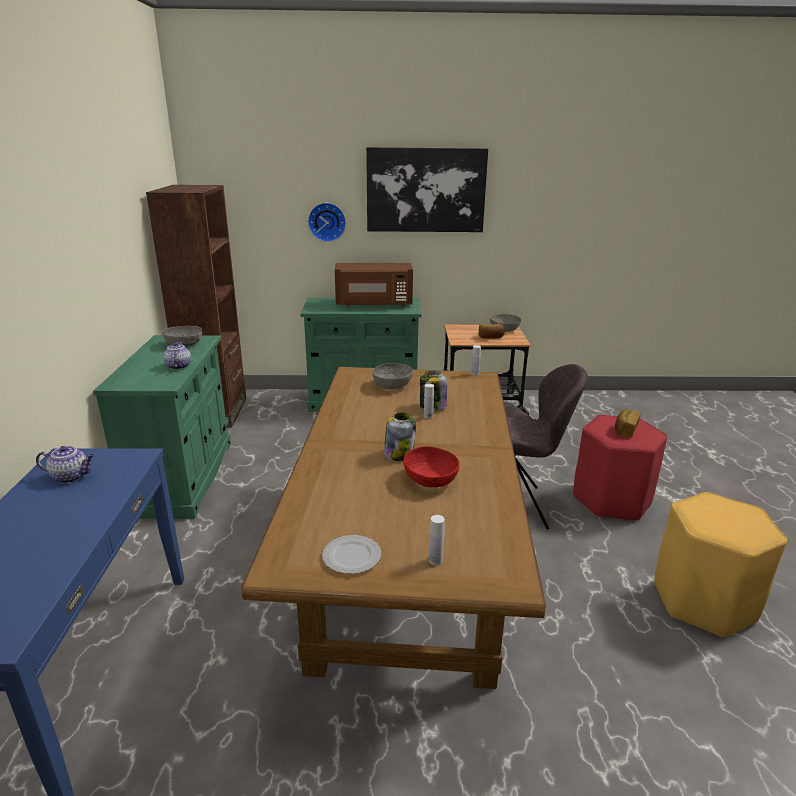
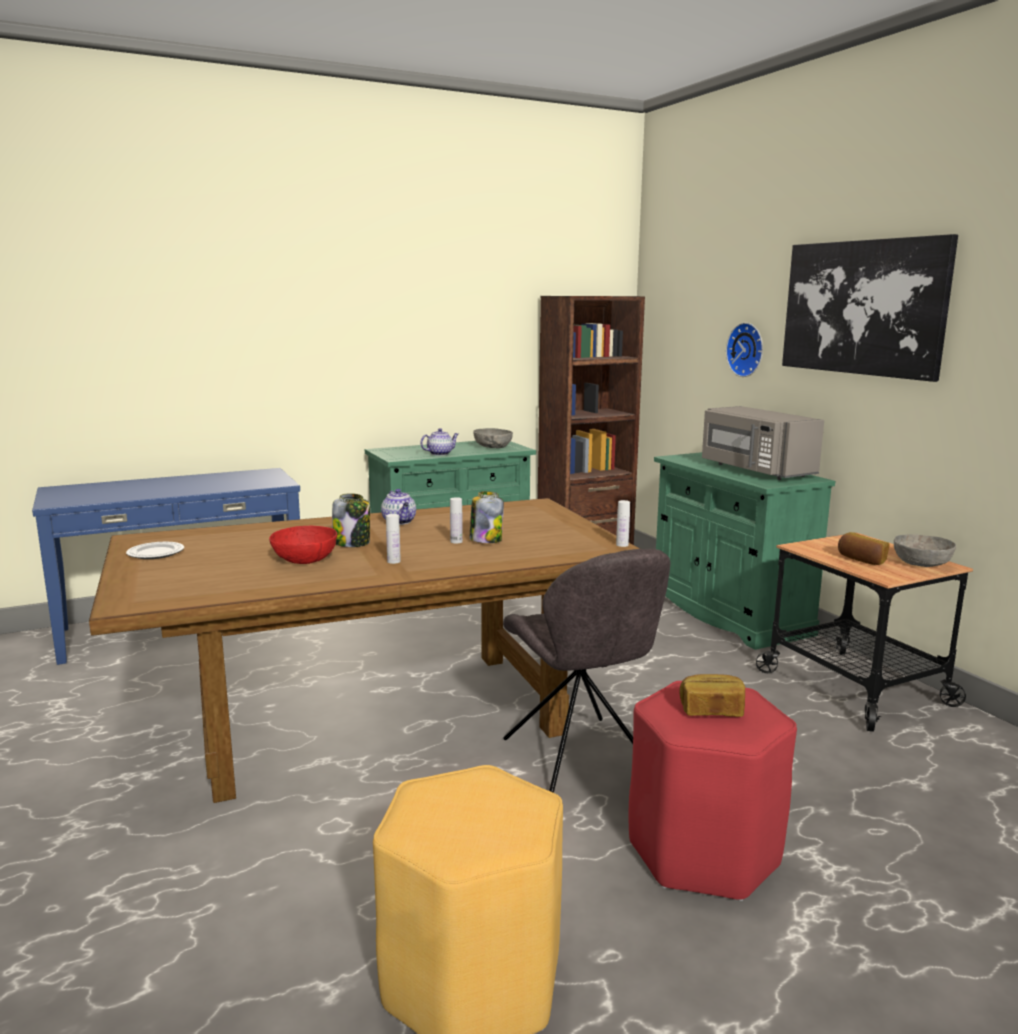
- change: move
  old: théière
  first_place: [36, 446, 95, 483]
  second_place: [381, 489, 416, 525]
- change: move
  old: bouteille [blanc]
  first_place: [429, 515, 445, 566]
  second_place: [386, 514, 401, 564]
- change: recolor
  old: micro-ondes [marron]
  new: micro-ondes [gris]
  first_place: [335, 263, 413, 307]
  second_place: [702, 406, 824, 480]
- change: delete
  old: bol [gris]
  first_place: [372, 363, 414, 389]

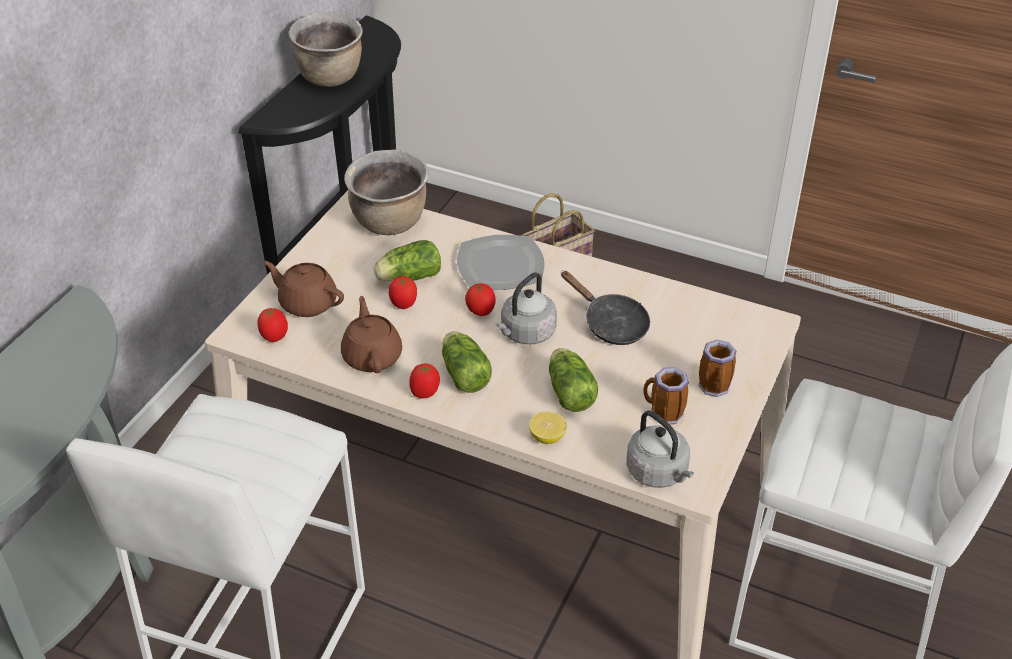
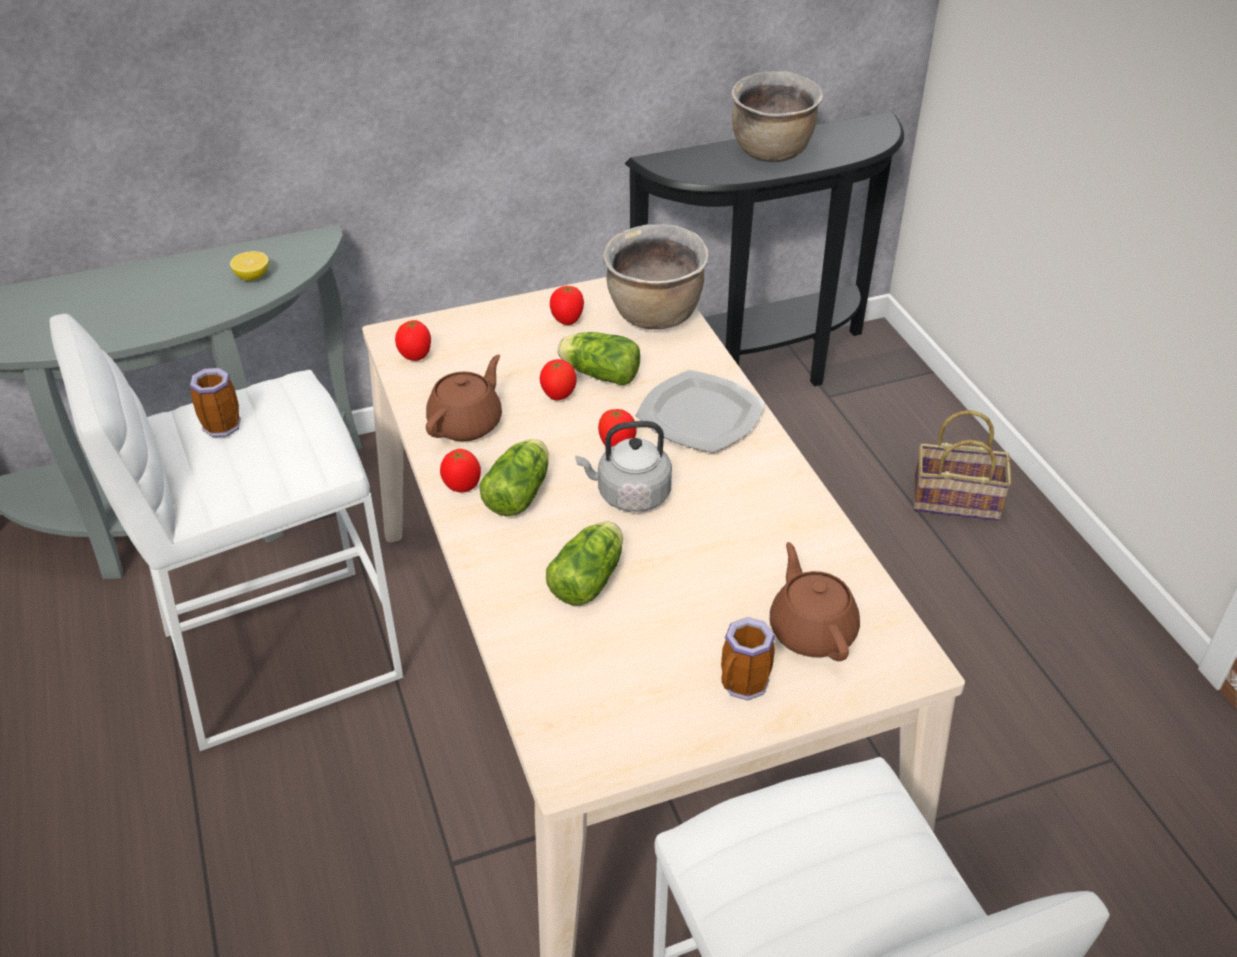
- change: move
  old: mug
  first_place: [643, 367, 689, 424]
  second_place: [190, 368, 241, 437]
- change: move
  old: citron
  first_place: [529, 411, 567, 444]
  second_place: [230, 251, 269, 281]
- change: insert
  new: tomate
  second_place: [550, 285, 584, 325]
- change: move
  old: théière [marron]
  first_place: [263, 261, 344, 317]
  second_place: [770, 542, 860, 661]
- change: delete
  old: poêle [noir]
  first_place: [561, 271, 650, 345]
- change: delete
  old: bouilloire [gris]
  first_place: [626, 411, 694, 488]

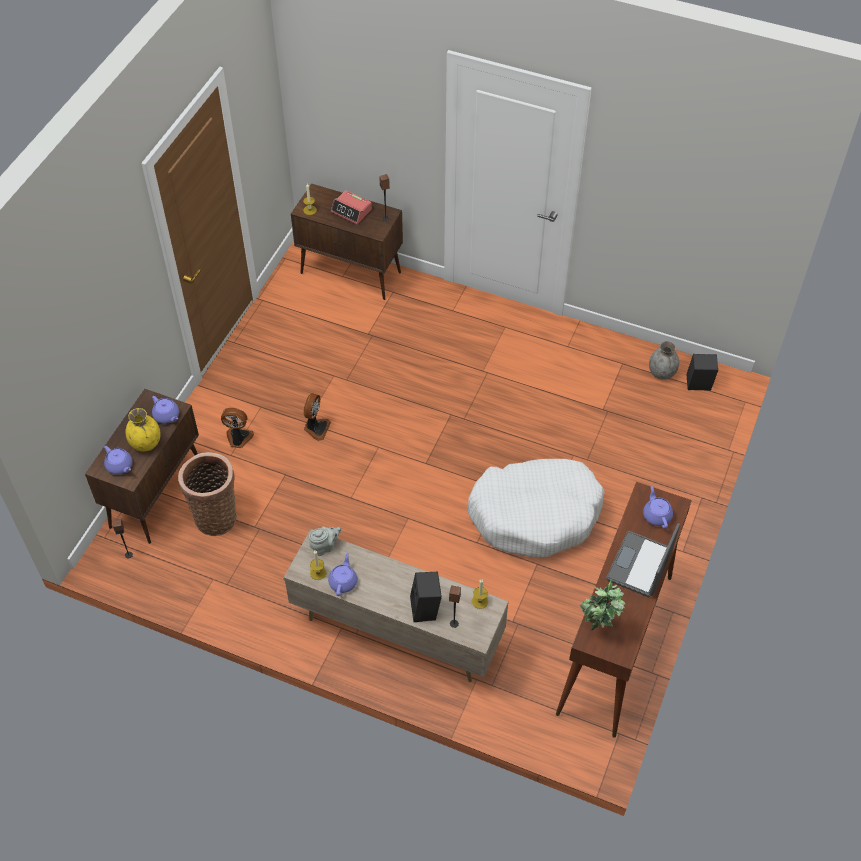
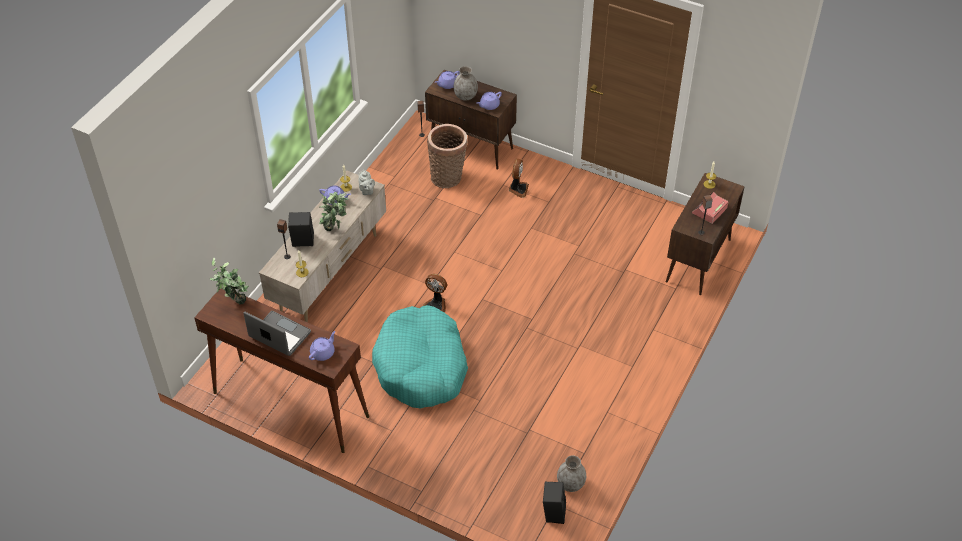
- change: rotate
  old: théière [violet]
  first_place: [643, 486, 673, 529]
  second_place: [309, 331, 335, 361]
  degrees: -45
- change: insert
  new: plante en pot
  second_place: [319, 192, 349, 231]
- change: recolor
  old: panier pour chien [blanc]
  new: panier pour chien [turquoise]
  first_place: [468, 459, 604, 557]
  second_place: [372, 305, 468, 408]
- change: move
  old: ventilateur
  first_place: [303, 393, 331, 441]
  second_place: [423, 274, 447, 313]
- change: recolor
  old: vase [jaune]
  new: vase [gris]
  first_place: [126, 408, 161, 452]
  second_place: [454, 66, 478, 101]

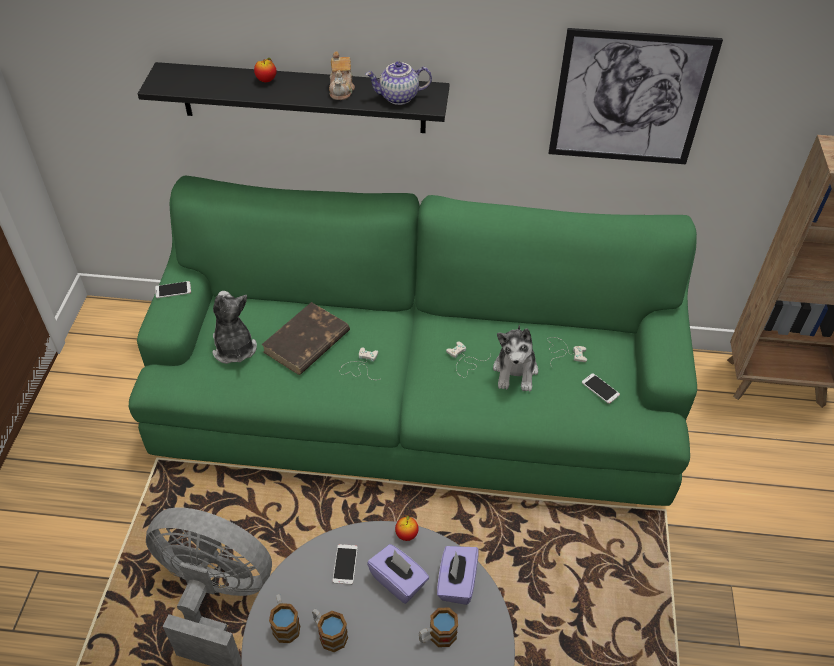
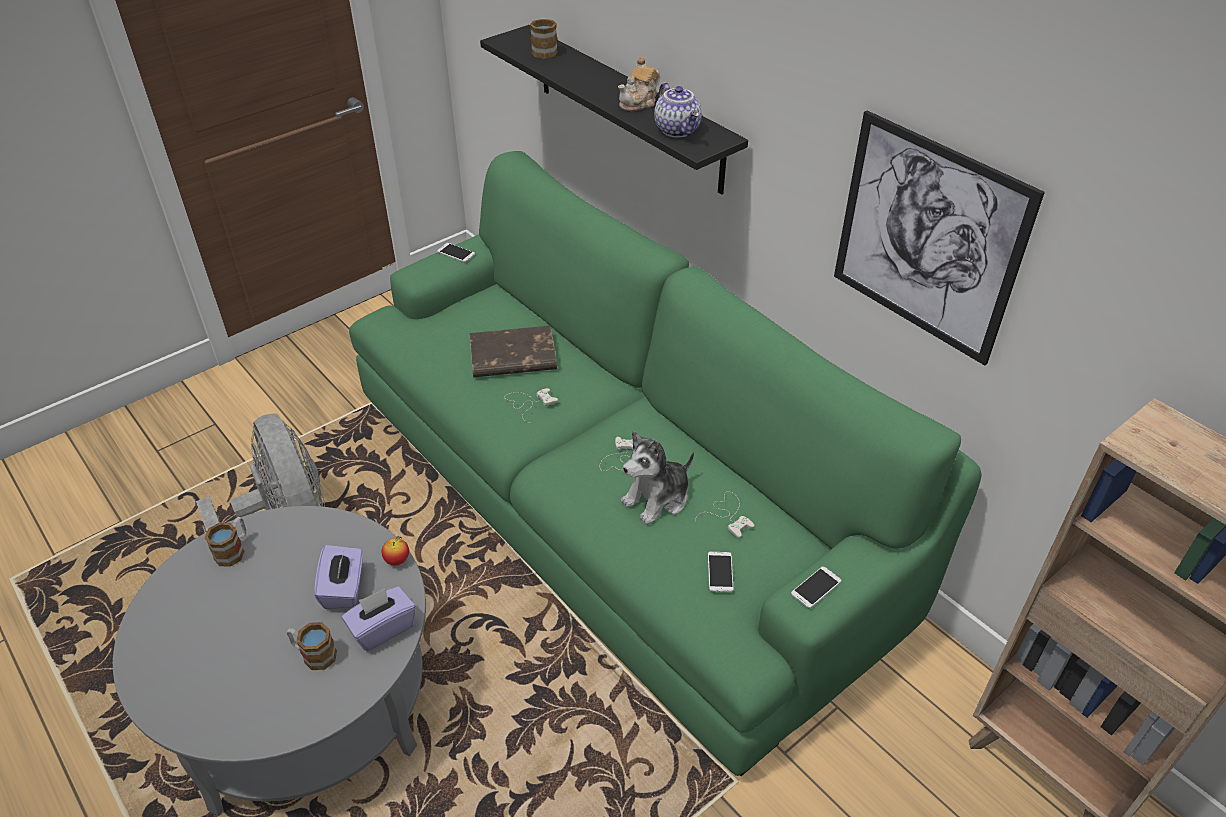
- change: move
  old: mug
  first_place: [312, 609, 348, 652]
  second_place: [530, 18, 558, 59]
- change: rotate
  old: théière
  first_place: [365, 61, 432, 105]
  second_place: [654, 82, 702, 138]
  degrees: -150
- change: move
  old: téléphone
  first_place: [332, 544, 358, 585]
  second_place: [791, 566, 842, 608]
- change: delete
  old: peluche
  first_place: [212, 291, 257, 364]
- change: delete
  old: pomme
  first_place: [254, 58, 277, 82]

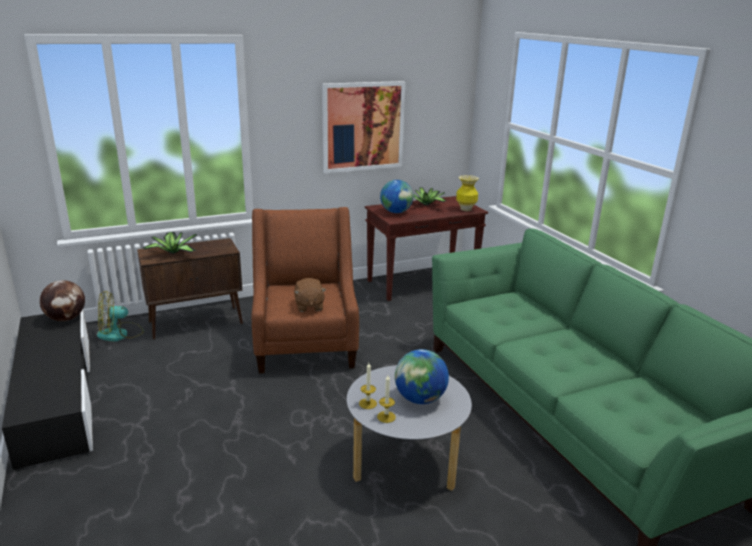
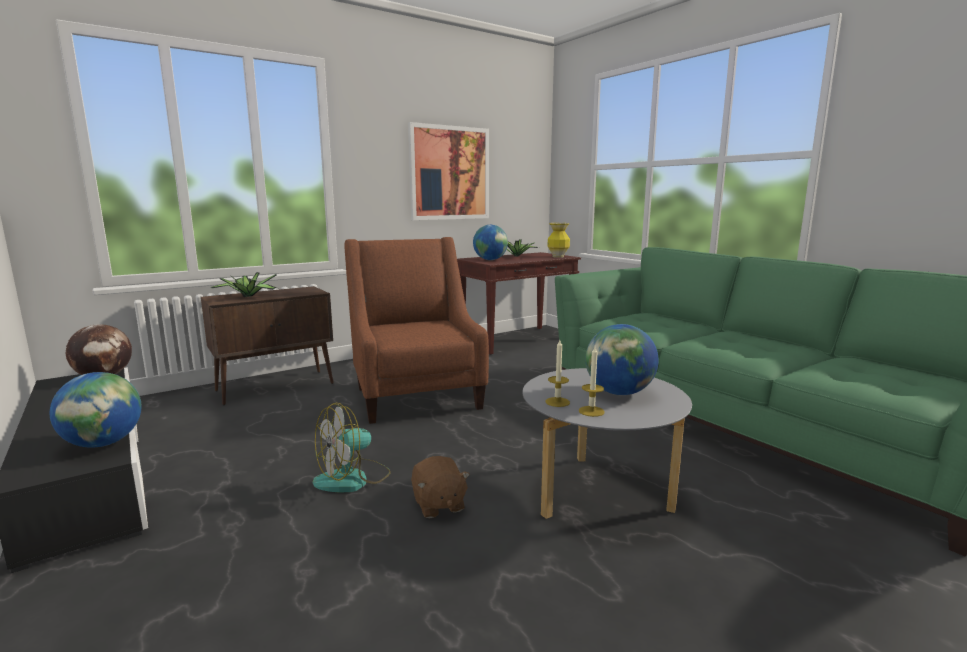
- change: insert
  new: globe
  second_place: [50, 372, 141, 448]
- change: move
  old: ventilateur
  first_place: [97, 291, 144, 341]
  second_place: [313, 402, 391, 493]
- change: move
  old: peluche [marron]
  first_place: [294, 278, 326, 312]
  second_place: [411, 456, 470, 518]

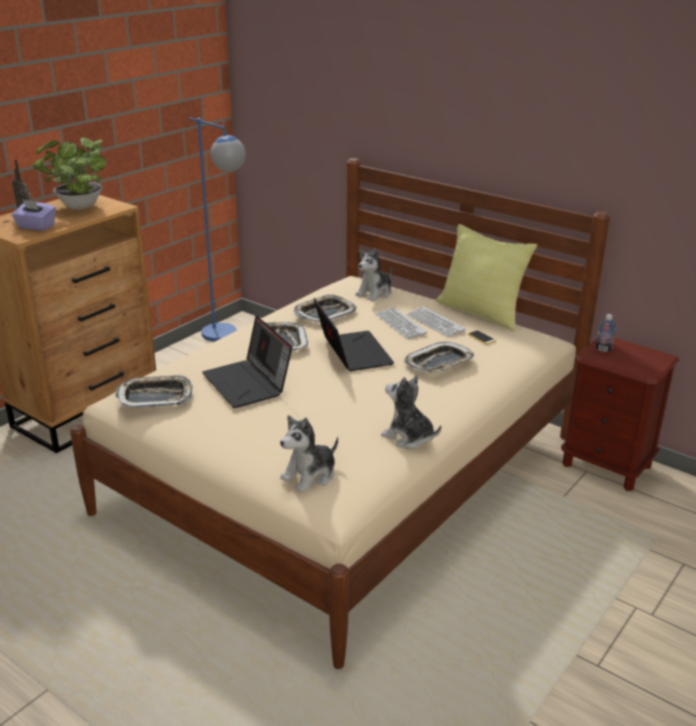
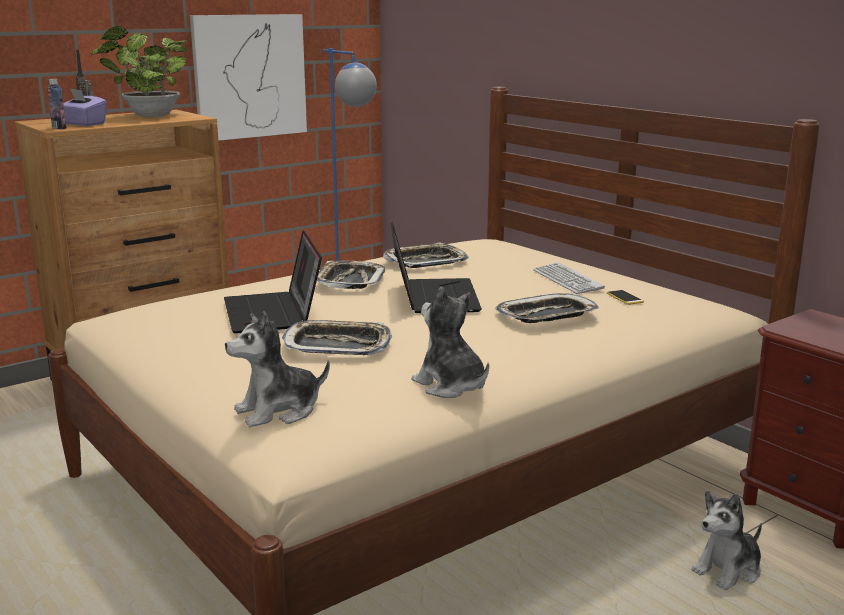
- change: move
  old: bouteille
  first_place: [596, 314, 616, 352]
  second_place: [47, 79, 67, 129]
- change: insert
  new: tableau
  second_place: [190, 14, 307, 141]
- change: move
  old: plateau
  first_place: [116, 375, 193, 408]
  second_place: [282, 320, 392, 355]
- change: move
  old: peluche
  first_place: [356, 248, 392, 301]
  second_place: [691, 490, 762, 590]
- change: delete
  old: clavier
  first_place: [376, 307, 427, 339]
- change: delete
  old: coussin [jaune]
  first_place: [436, 224, 538, 331]

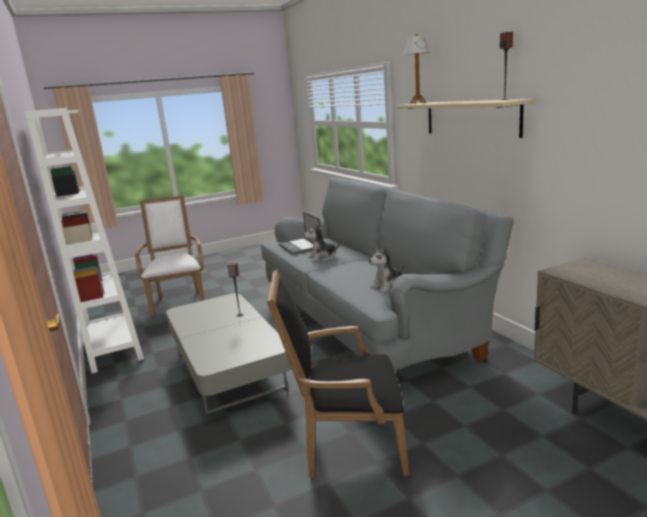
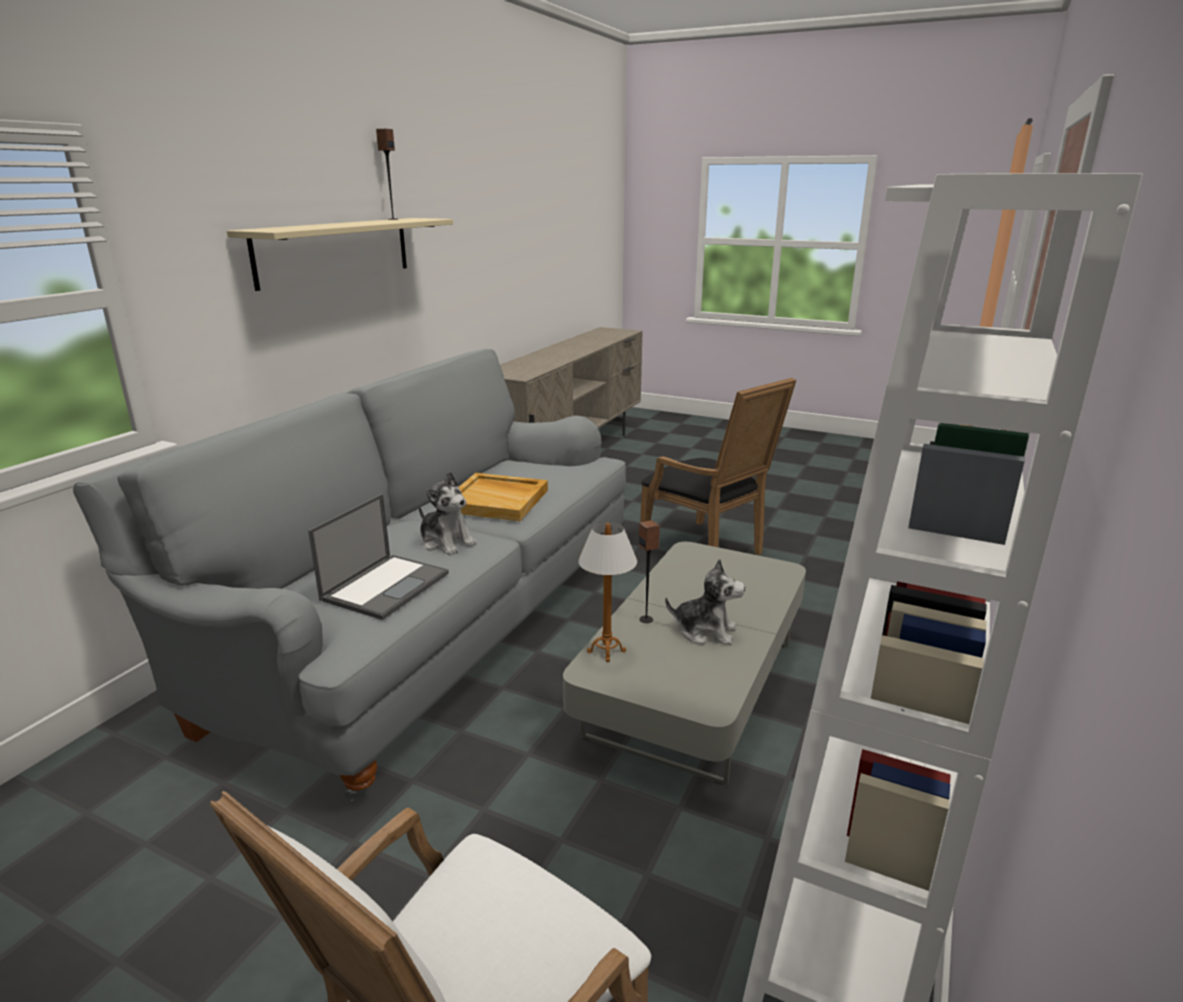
- change: insert
  new: plateau [beige]
  second_place: [459, 473, 548, 521]
- change: move
  old: lampe de table
  first_place: [404, 34, 430, 104]
  second_place: [578, 522, 637, 662]
- change: move
  old: peluche
  first_place: [369, 245, 405, 293]
  second_place: [665, 559, 745, 645]

